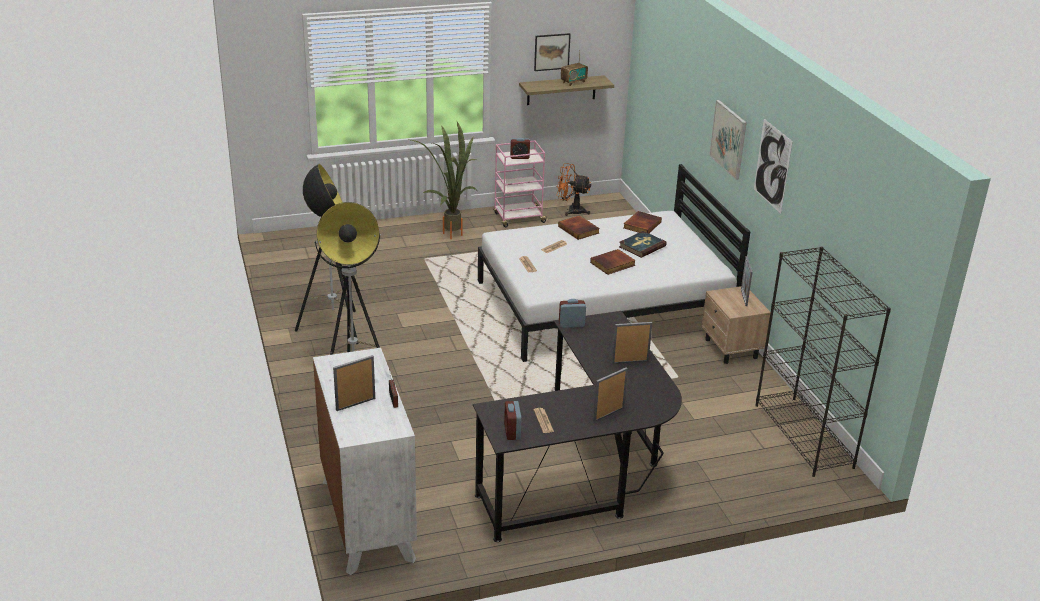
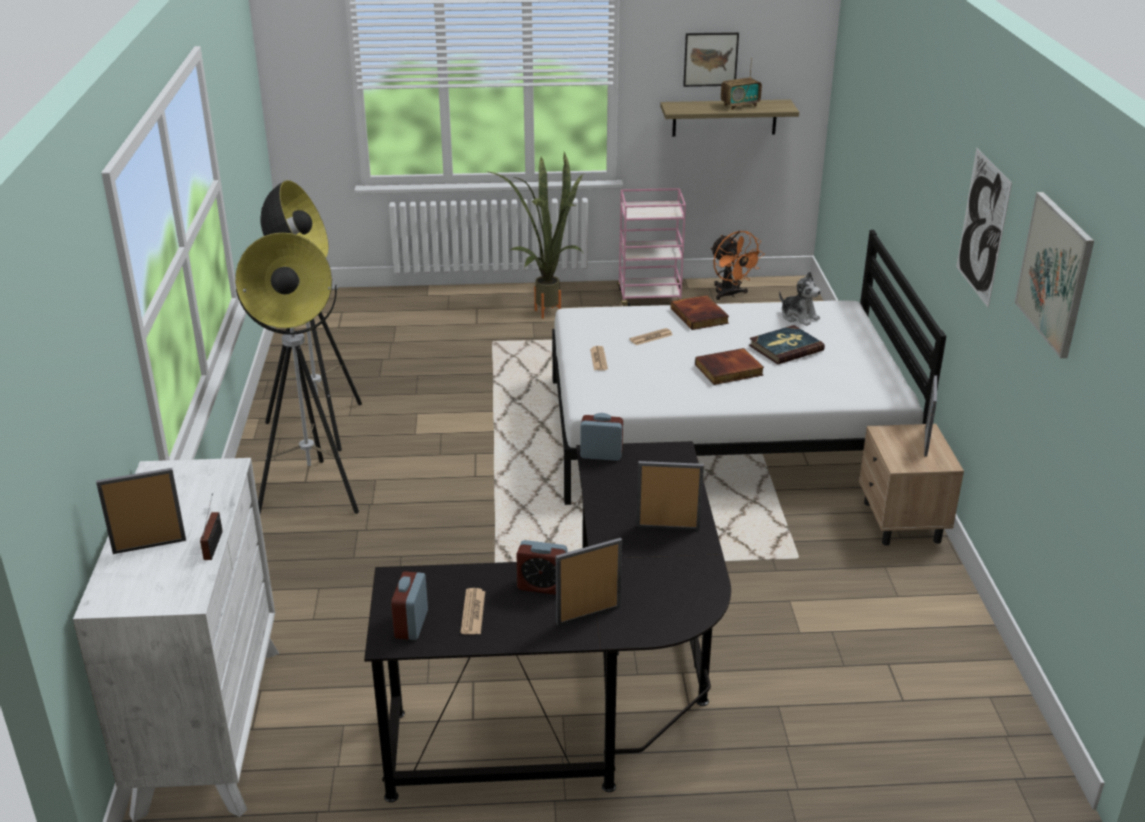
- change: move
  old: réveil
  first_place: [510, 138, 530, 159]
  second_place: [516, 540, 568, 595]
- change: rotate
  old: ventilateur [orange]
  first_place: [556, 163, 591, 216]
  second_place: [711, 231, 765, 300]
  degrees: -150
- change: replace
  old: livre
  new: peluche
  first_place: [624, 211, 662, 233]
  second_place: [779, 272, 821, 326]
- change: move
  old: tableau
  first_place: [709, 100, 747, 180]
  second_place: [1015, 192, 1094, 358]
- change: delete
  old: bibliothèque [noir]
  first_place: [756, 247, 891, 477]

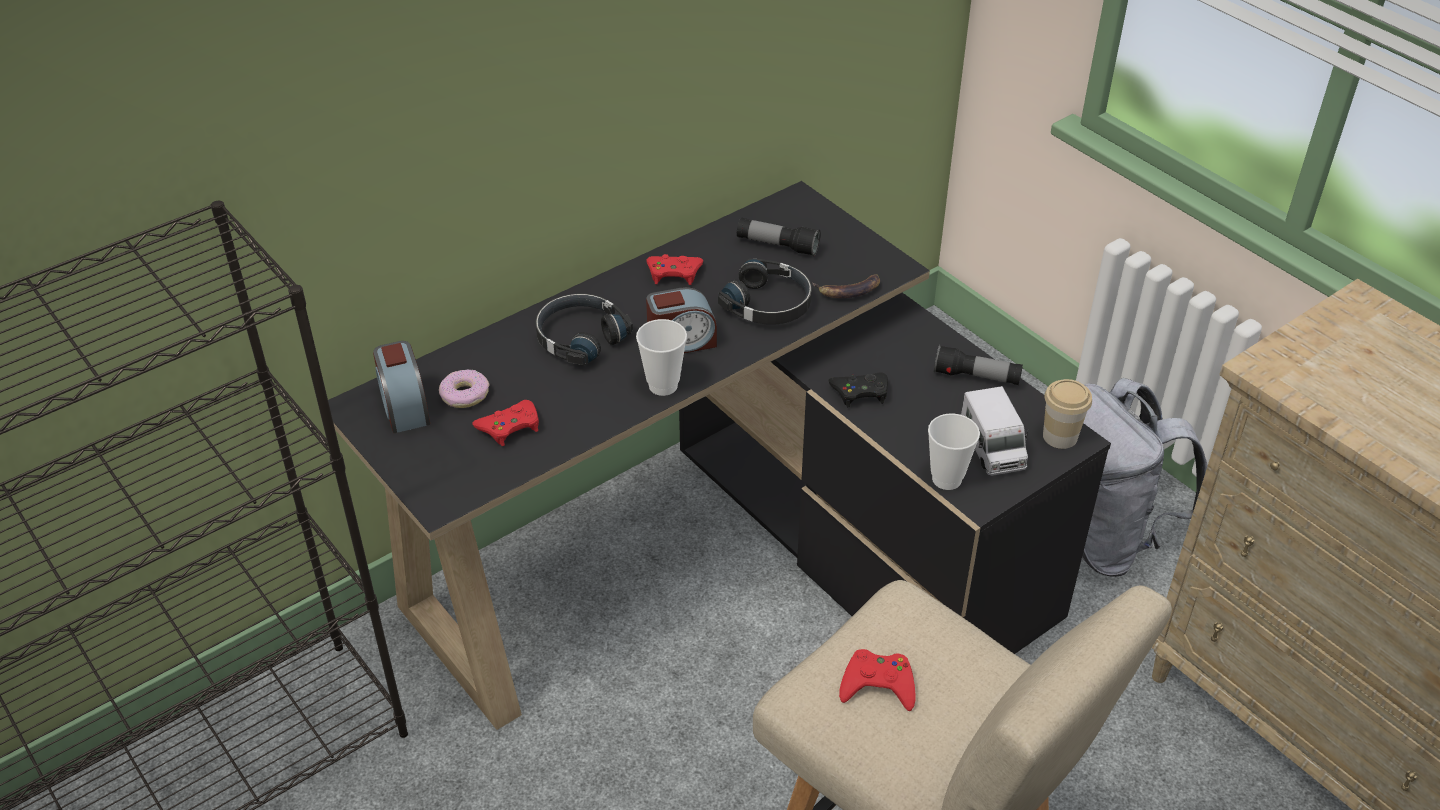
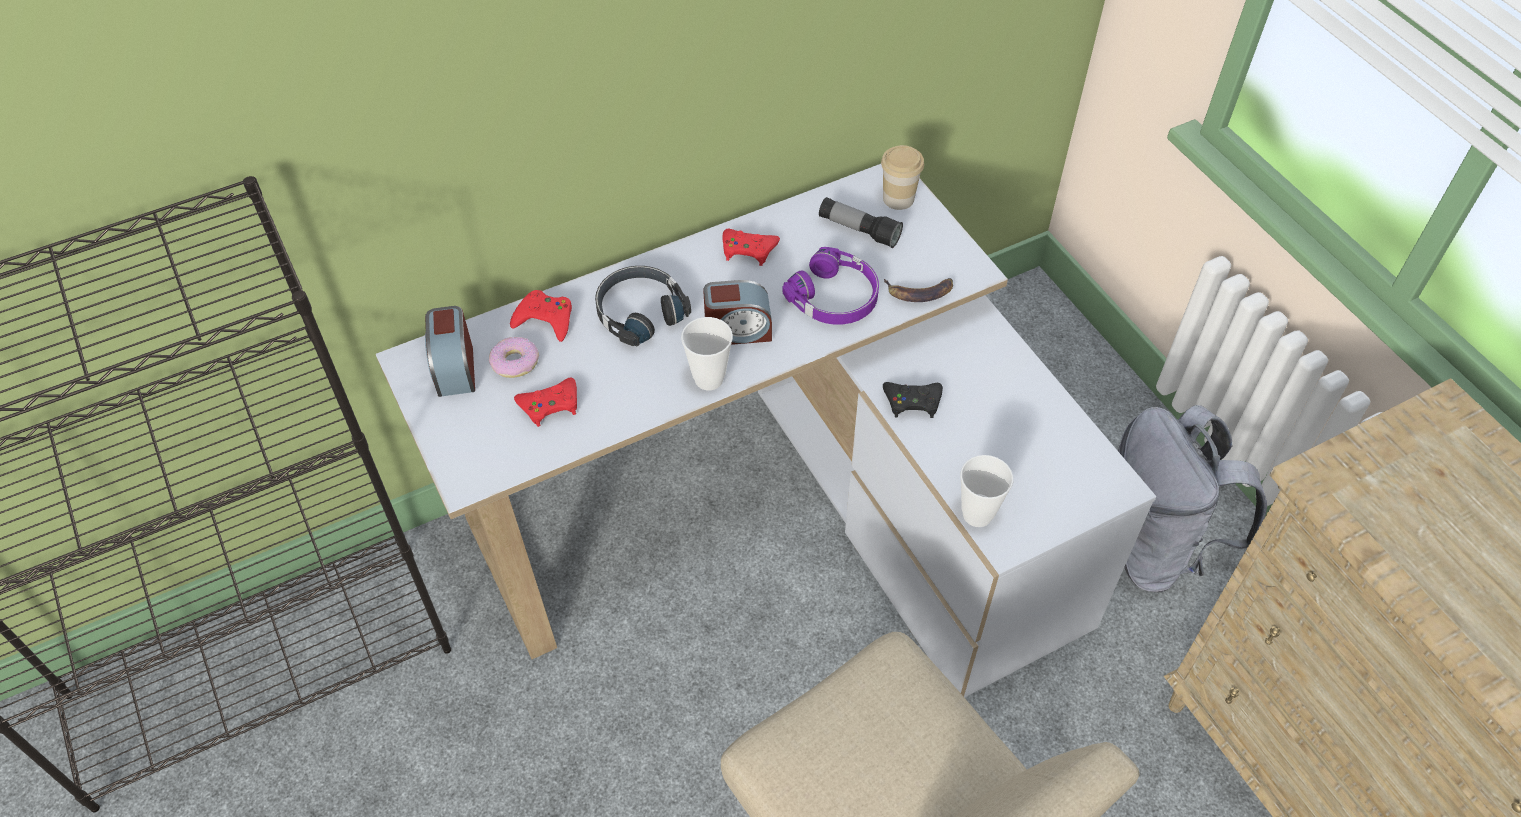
- change: recolor
  old: bureau [noir]
  new: bureau [blanc]
  first_place: [328, 181, 1111, 730]
  second_place: [376, 164, 1156, 698]
- change: move
  old: manette [rouge]
  first_place: [839, 649, 916, 711]
  second_place: [510, 290, 572, 342]
- change: recolor
  old: casque audio [noir]
  new: casque audio [violet]
  first_place: [718, 259, 812, 325]
  second_place: [782, 247, 879, 325]
- change: move
  old: tasse
  first_place: [1043, 379, 1092, 449]
  second_place: [881, 145, 924, 210]
- change: delete
  old: lampe de poche
  first_place: [934, 345, 1023, 385]
- change: delete
  old: camion jouet
  first_place: [961, 386, 1028, 476]

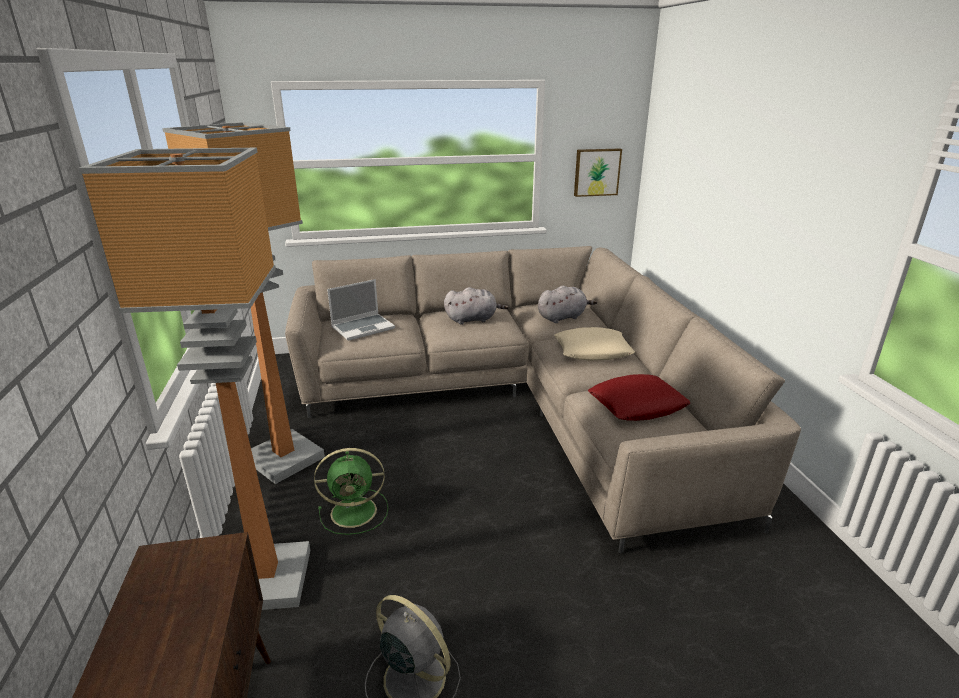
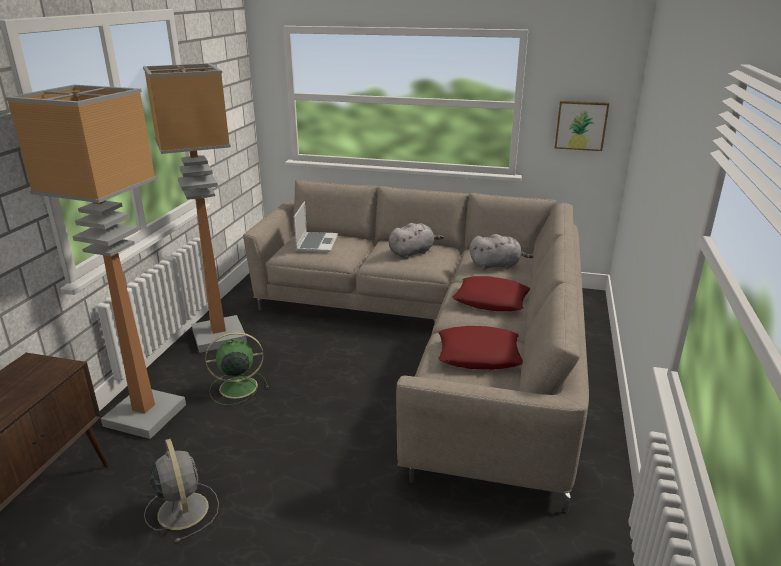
- change: rotate
  old: ventilateur [vert]
  first_place: [314, 448, 388, 535]
  second_place: [205, 332, 269, 405]
  degrees: 150
- change: rotate
  old: ordinateur portable
  first_place: [327, 279, 395, 341]
  second_place: [294, 201, 338, 252]
  degrees: -75
- change: rotate
  old: peluche [gris]
  first_place: [444, 287, 508, 325]
  second_place: [389, 223, 444, 259]
  degrees: -45
- change: recolor
  old: coussin [beige]
  new: coussin [rouge]
  first_place: [554, 327, 635, 361]
  second_place: [452, 276, 530, 311]

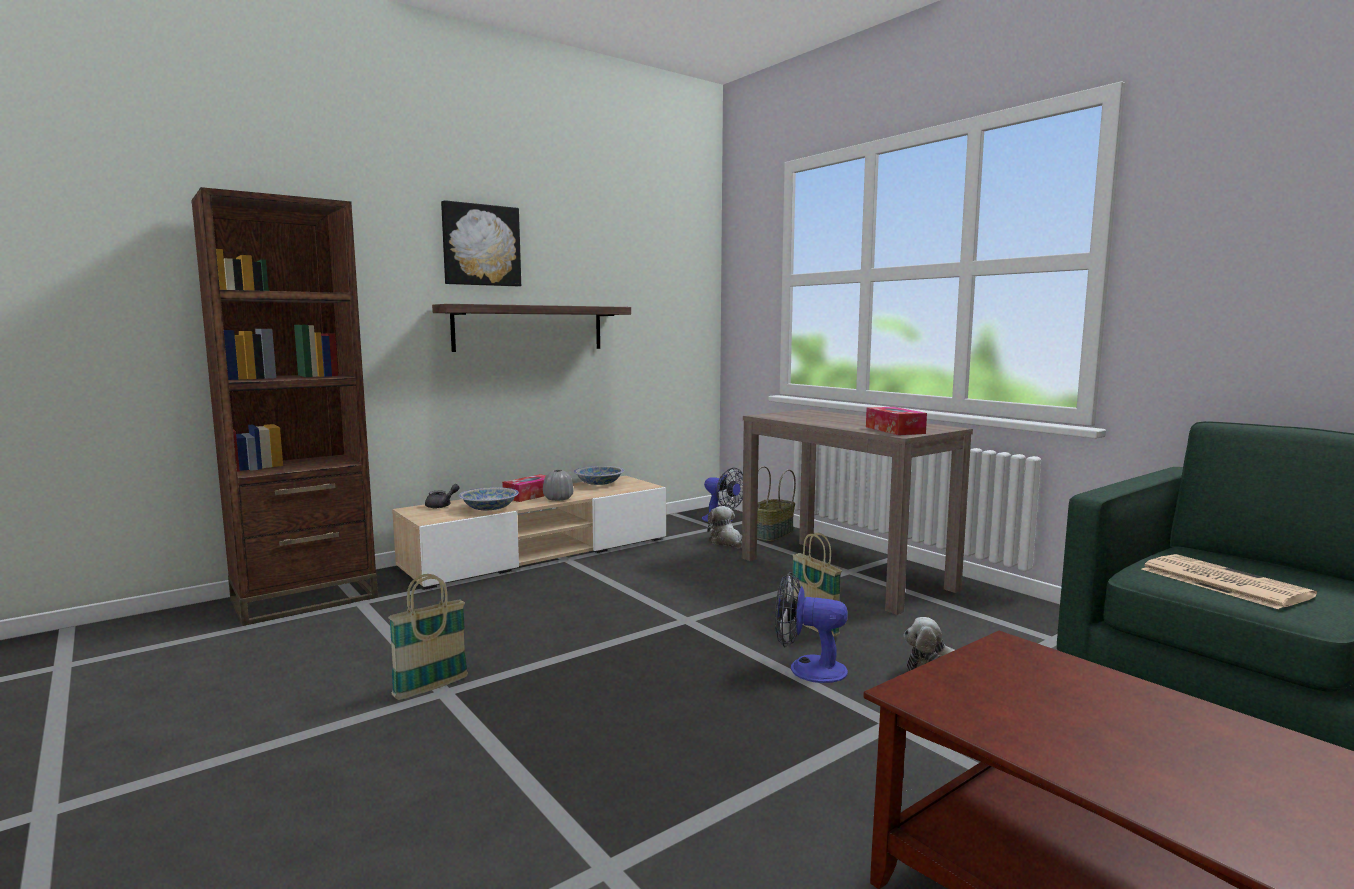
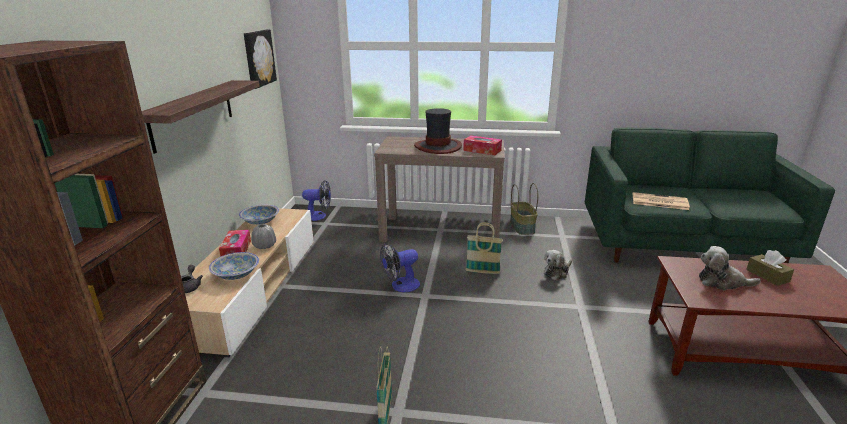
- change: move
  old: tableau
  first_place: [441, 200, 521, 286]
  second_place: [244, 30, 277, 89]
- change: move
  old: ventilateur
  first_place: [775, 572, 848, 683]
  second_place: [380, 243, 420, 292]
- change: insert
  new: chapeau
  second_place: [414, 108, 462, 154]
- change: move
  old: panier
  first_place: [757, 466, 796, 541]
  second_place: [510, 183, 538, 235]
- change: move
  old: peluche
  first_place: [707, 506, 742, 549]
  second_place: [699, 246, 761, 290]
- change: insert
  new: boîte à mouchoirs [marron]
  second_place: [746, 250, 794, 286]

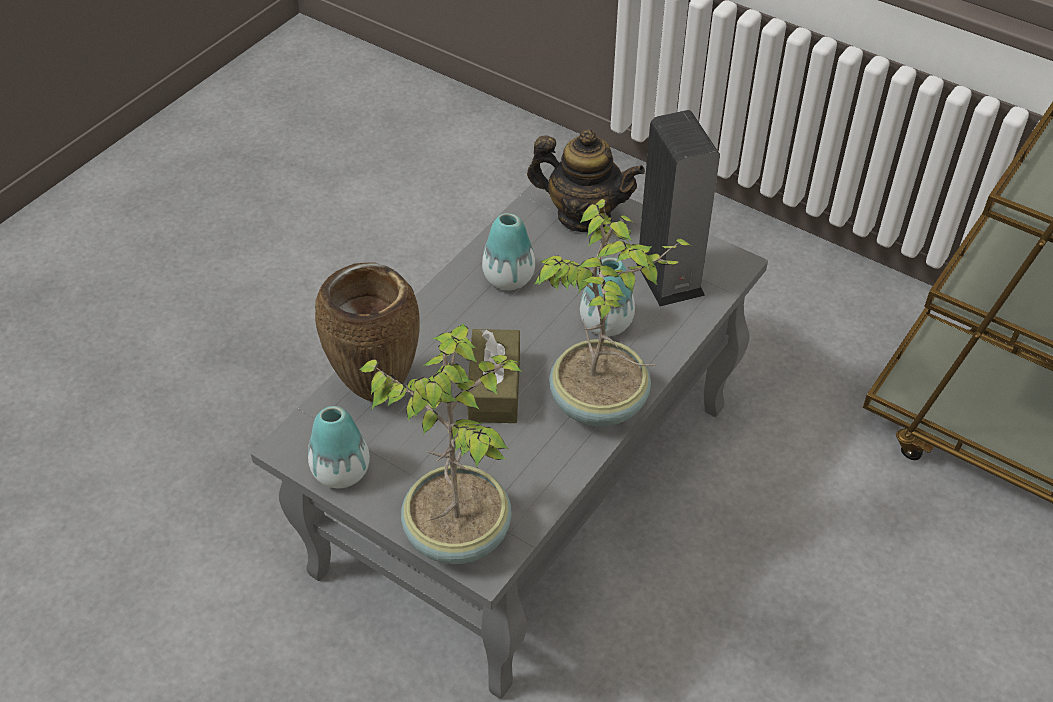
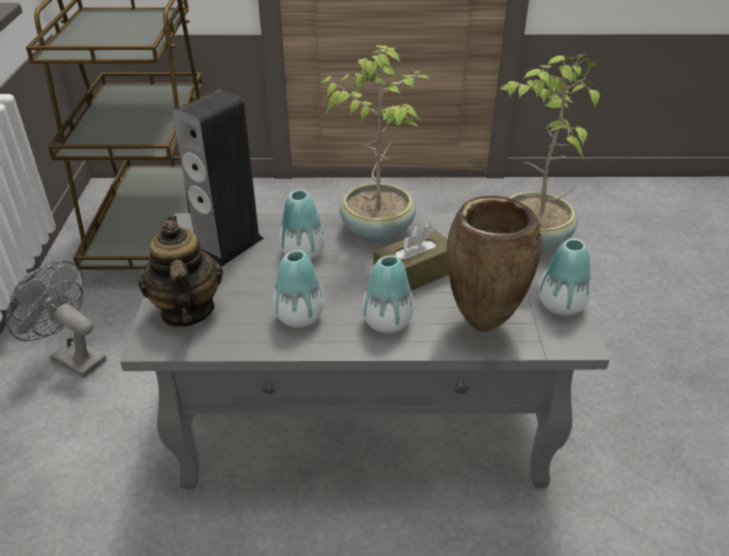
- change: insert
  new: ventilateur [gris]
  second_place: [6, 261, 106, 378]
- change: insert
  new: vase
  second_place: [362, 255, 414, 333]

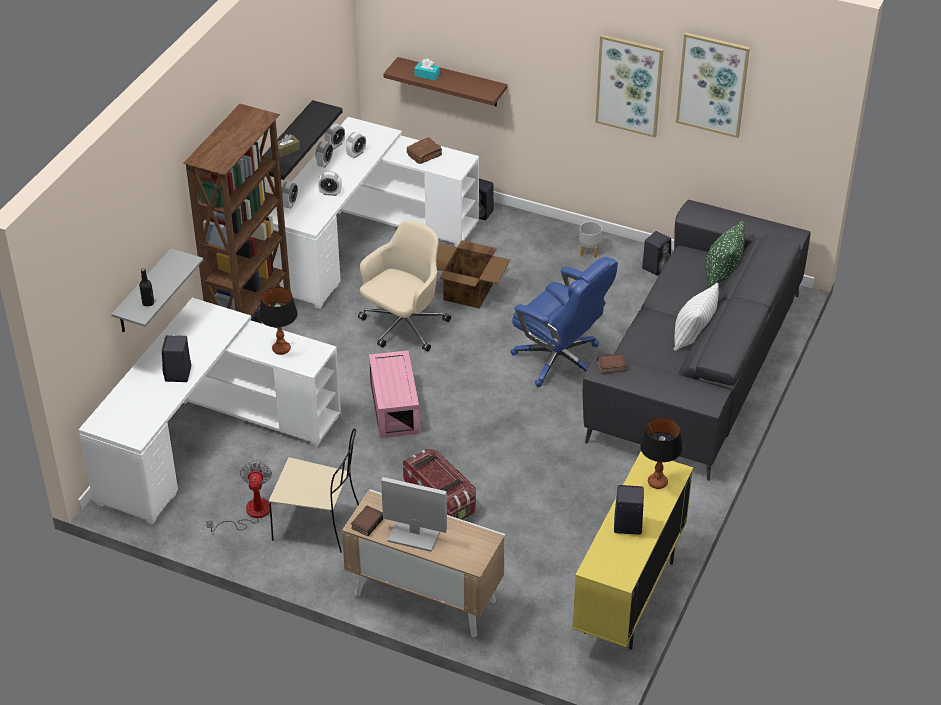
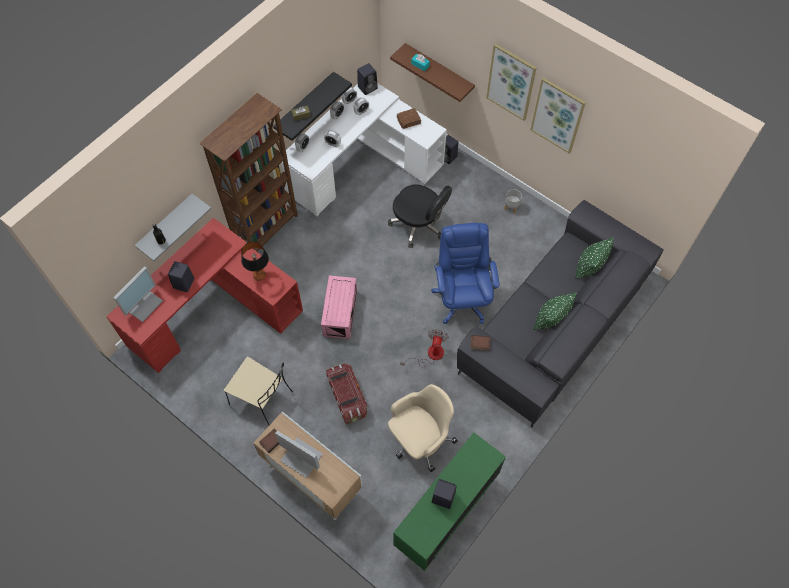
- change: recolor
  old: bureau [blanc]
  new: bureau [rouge]
  first_place: [78, 298, 341, 525]
  second_place: [106, 218, 303, 373]
- change: insert
  new: écran d'ordinateur
  second_place: [113, 266, 163, 322]
- change: move
  old: enceinte [noir]
  first_place: [642, 231, 671, 276]
  second_place: [357, 63, 378, 95]
- change: replace
  old: carton
  new: chaise de bureau [noir]
  first_place: [436, 240, 510, 309]
  second_place: [388, 184, 452, 248]
- change: move
  old: chaise de bureau [beige]
  first_place: [358, 220, 451, 351]
  second_place: [388, 384, 458, 472]
- change: recolor
  old: meuble de rangement [jaune]
  new: meuble de rangement [vert]
  first_place: [572, 452, 693, 650]
  second_place: [393, 432, 506, 571]
- change: move
  old: ventilateur
  first_place: [206, 461, 272, 532]
  second_place: [400, 329, 449, 368]
- change: rotate
  old: chaise de bureau [bleu]
  first_place: [511, 256, 618, 387]
  second_place: [431, 223, 500, 324]
  degrees: -150
- change: move
  old: tableau
  first_place: [676, 32, 750, 138]
  second_place: [486, 43, 537, 121]
- change: recolor
  old: coussin [blanc]
  new: coussin [vert]
  first_place: [674, 283, 719, 351]
  second_place: [533, 292, 577, 330]
- change: delete
  old: lampe de table
  first_place: [640, 417, 682, 489]

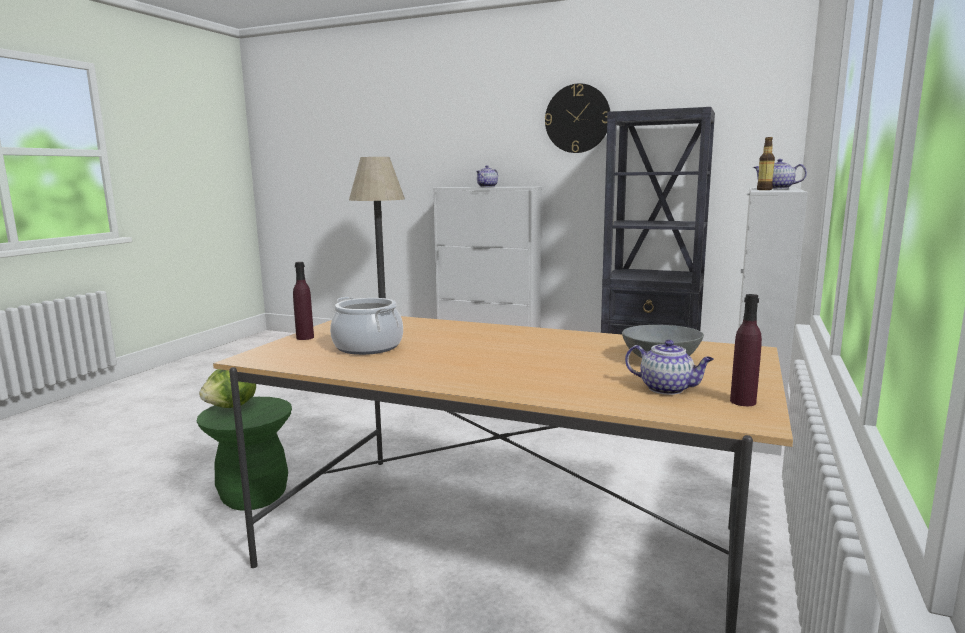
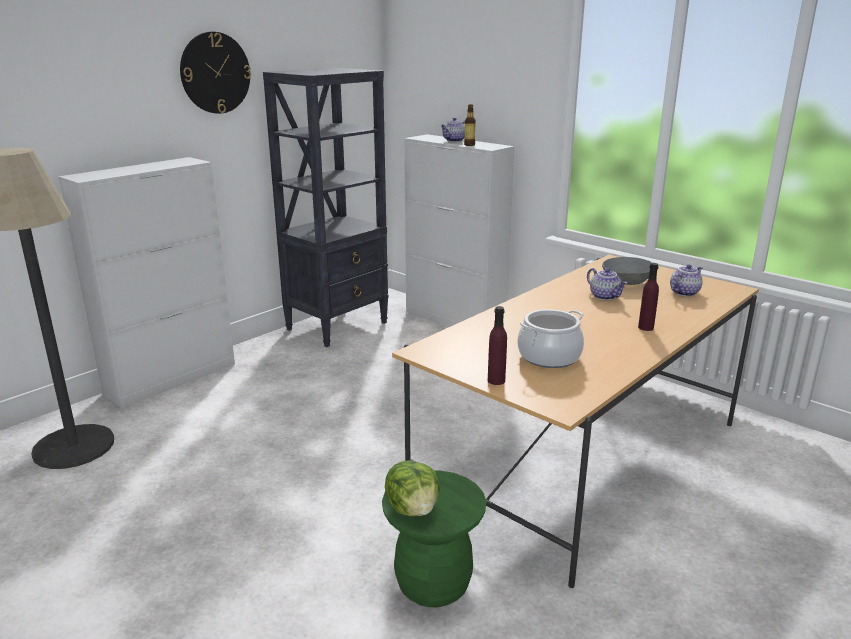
- change: move
  old: théière
  first_place: [476, 165, 498, 187]
  second_place: [587, 268, 627, 300]
- change: move
  old: bouteille [violet]
  first_place: [730, 294, 762, 406]
  second_place: [638, 263, 659, 331]

